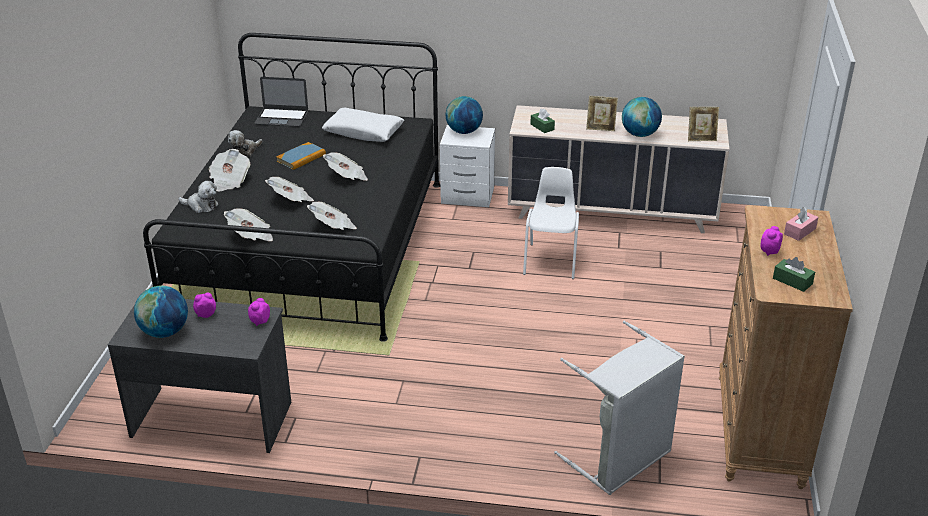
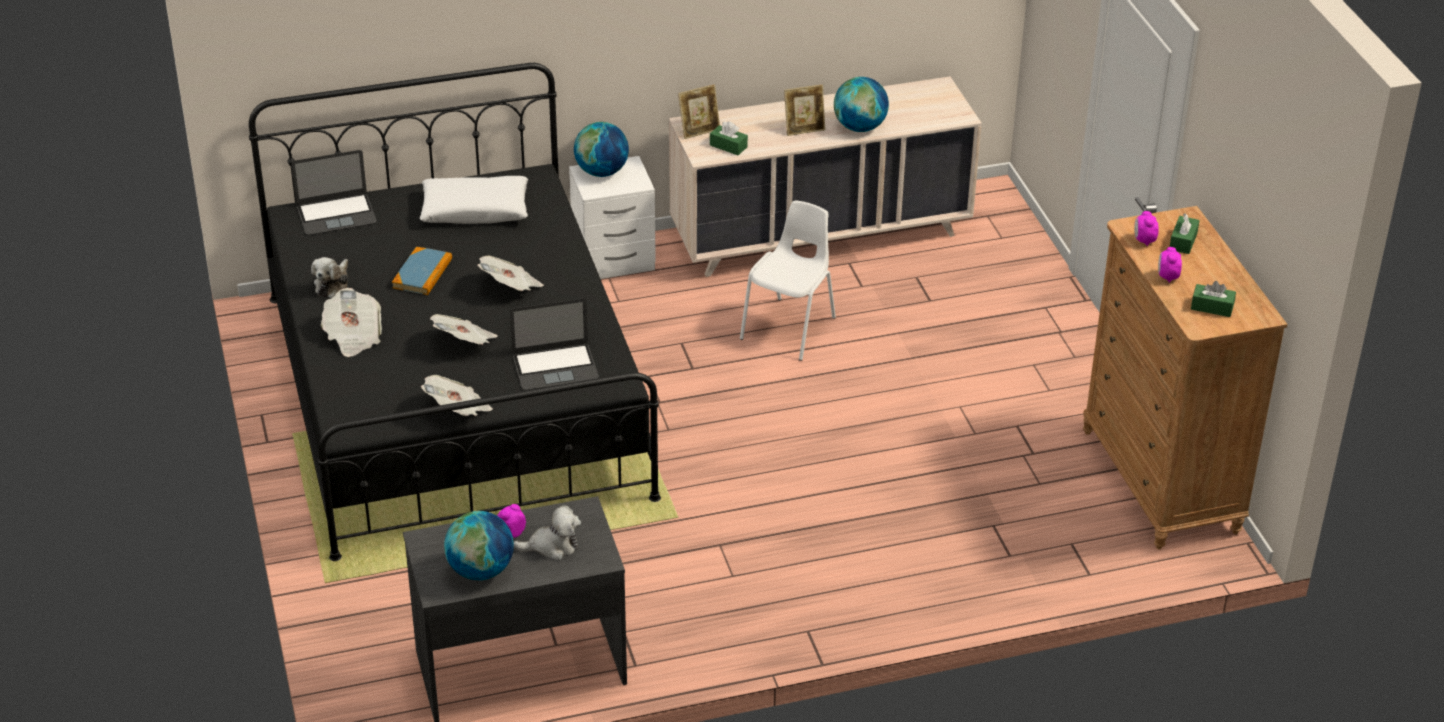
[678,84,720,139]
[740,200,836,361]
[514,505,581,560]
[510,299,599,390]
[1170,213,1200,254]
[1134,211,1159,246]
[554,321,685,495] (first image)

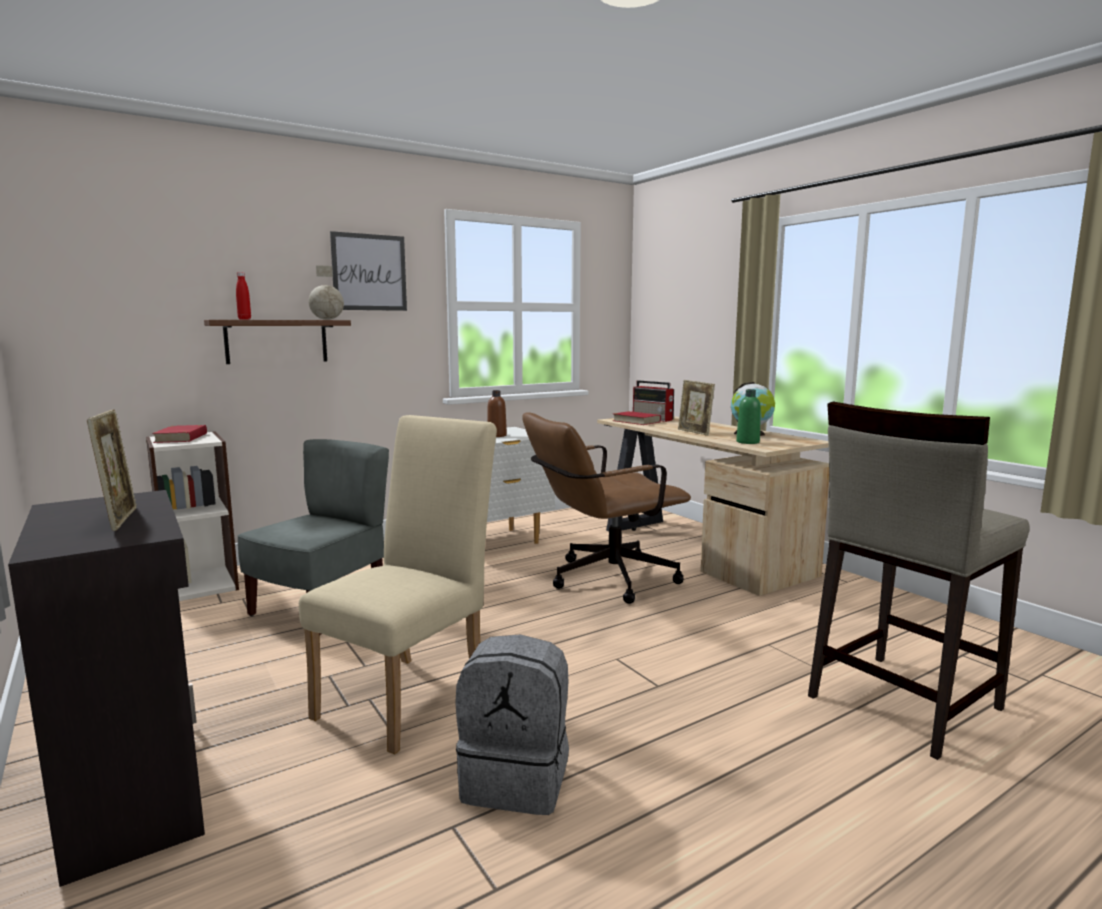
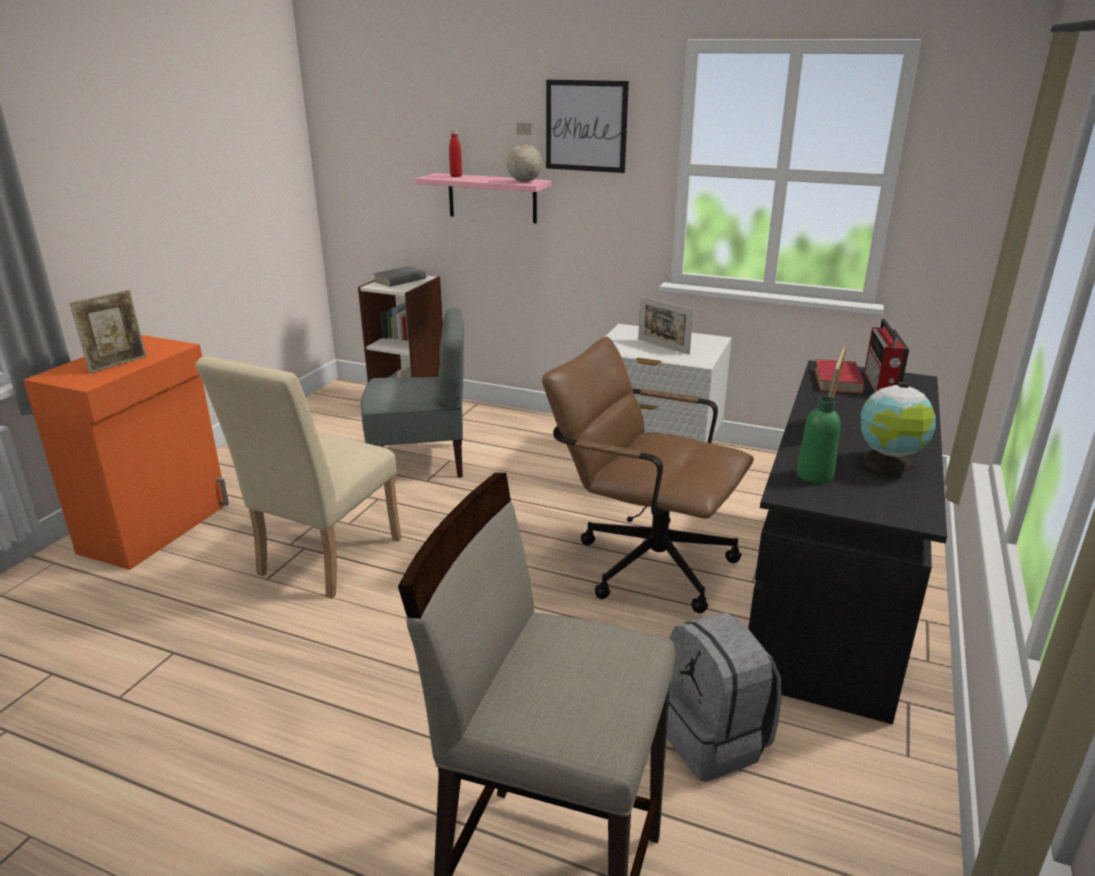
[416,173,552,223]
[638,296,693,354]
[196,356,401,599]
[748,360,947,724]
[373,266,428,287]
[23,335,229,570]
[666,612,781,782]

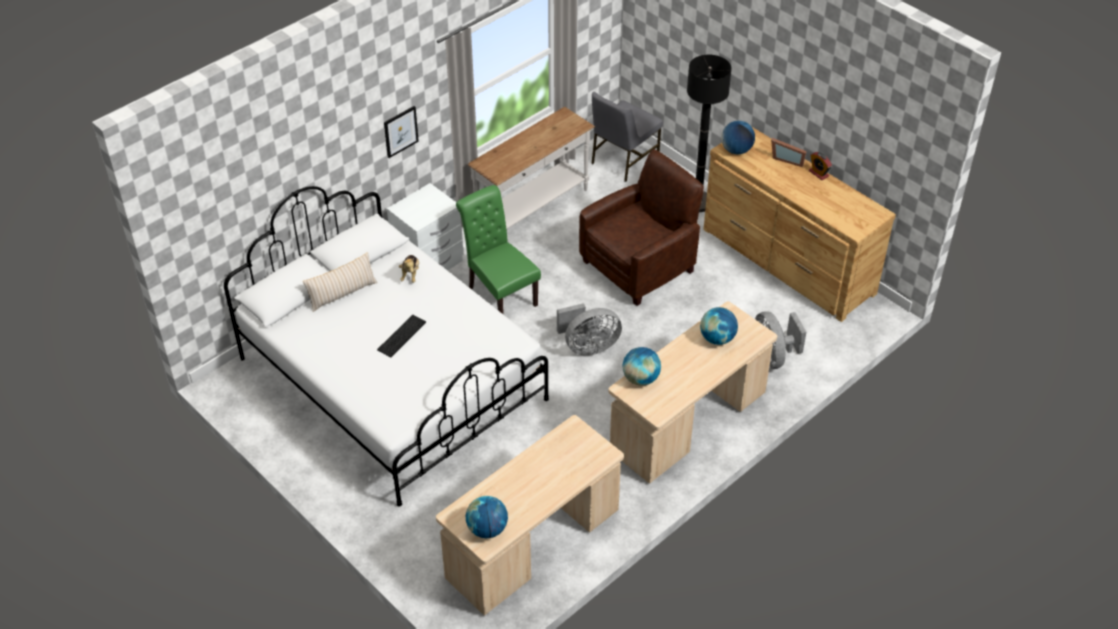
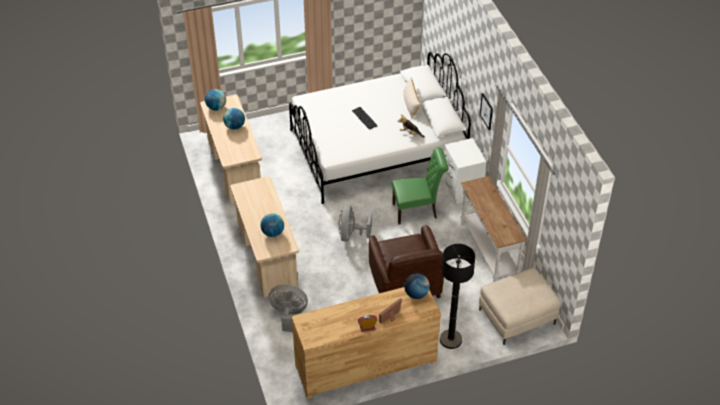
[479,268,561,345]
[223,108,245,130]

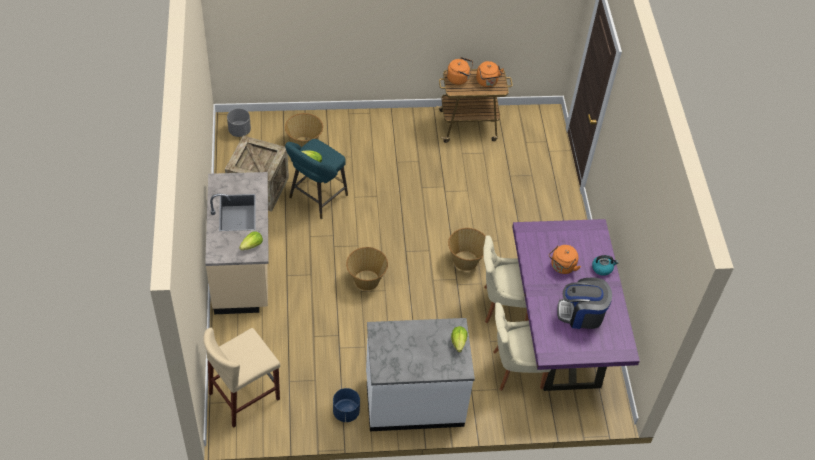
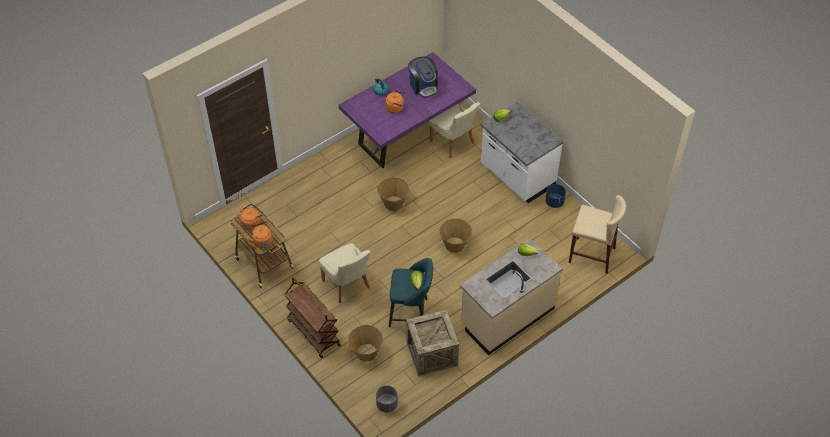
[319,243,371,303]
[284,278,341,358]

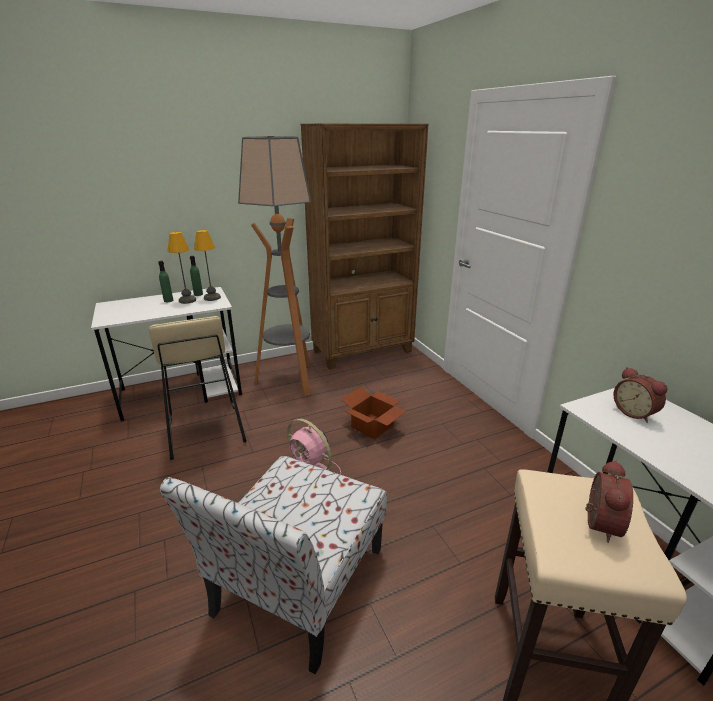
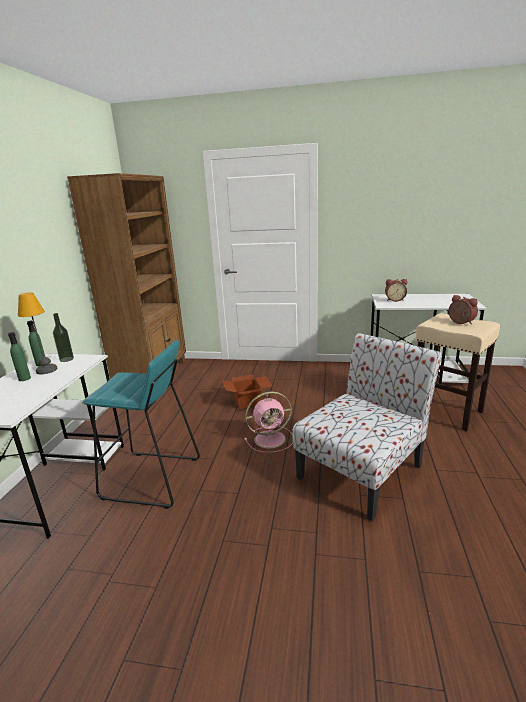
[238,136,311,396] (first image)
[53,313,74,362]
[82,340,200,509]
[292,333,442,521]

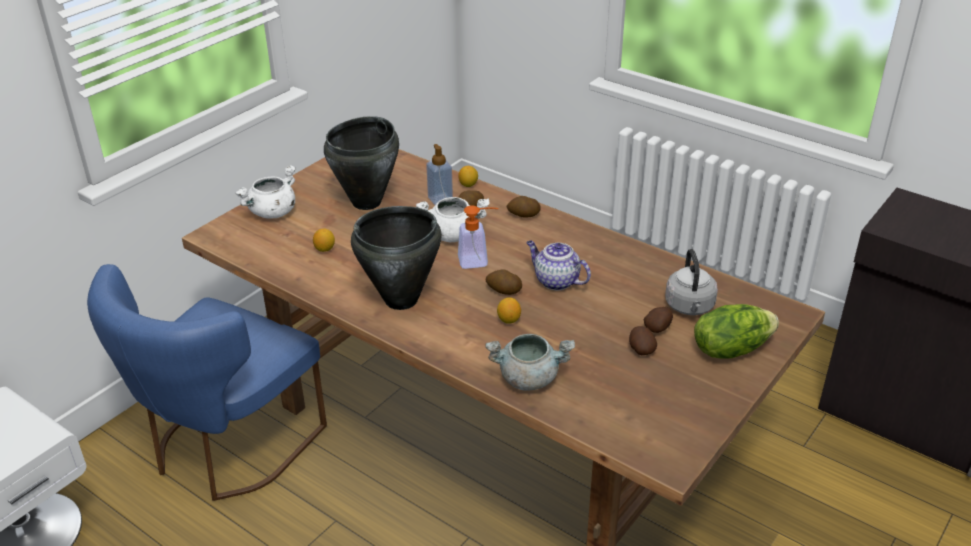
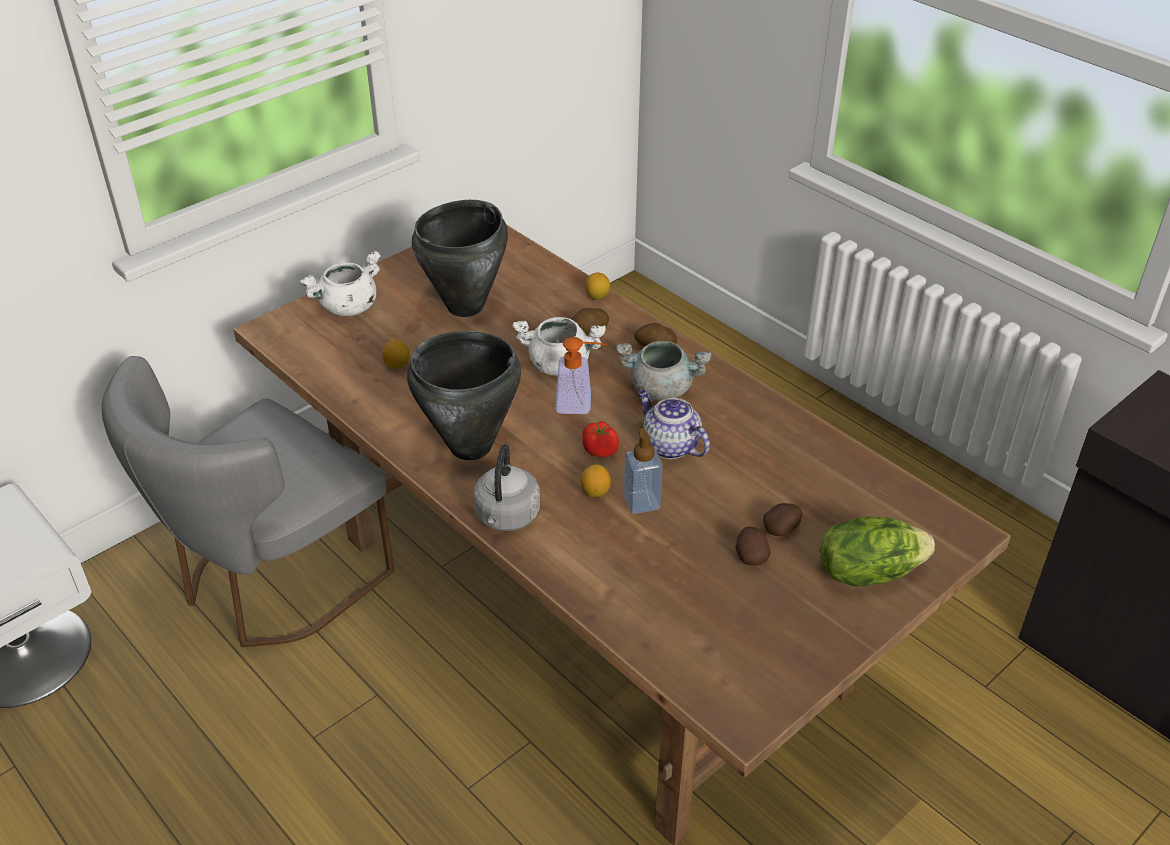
[624,427,663,514]
[474,444,540,531]
[102,356,394,647]
[582,421,619,457]
[616,341,711,401]

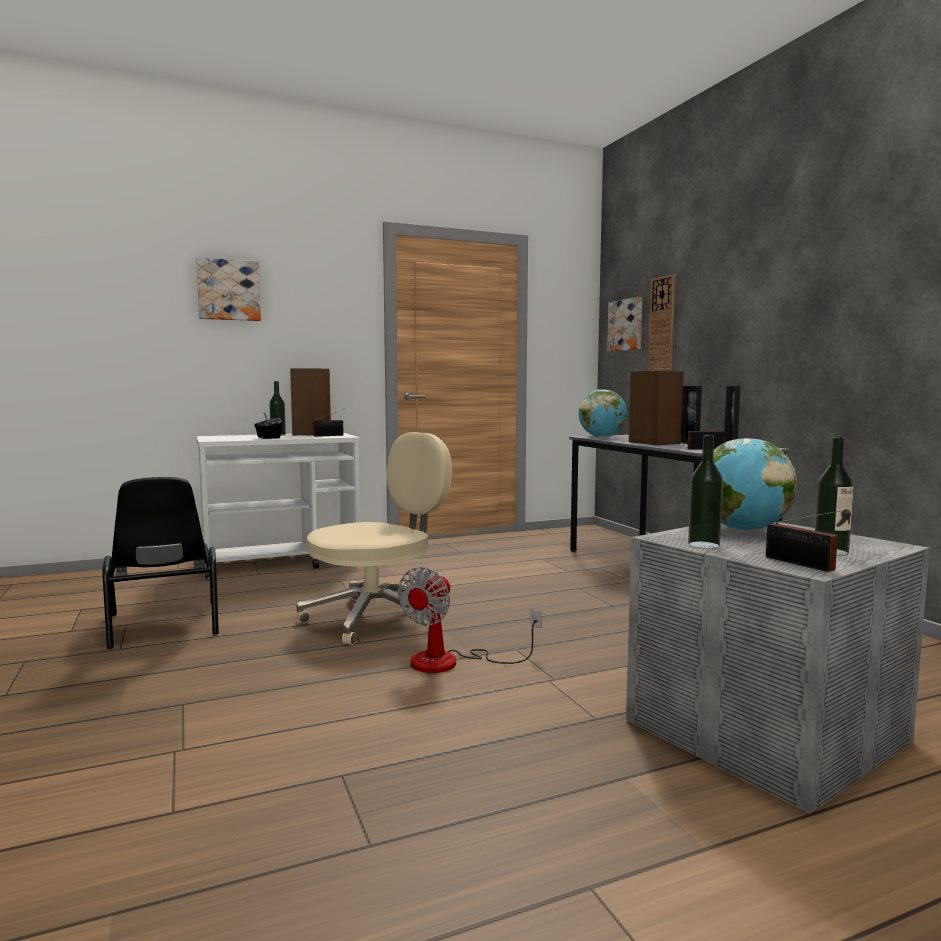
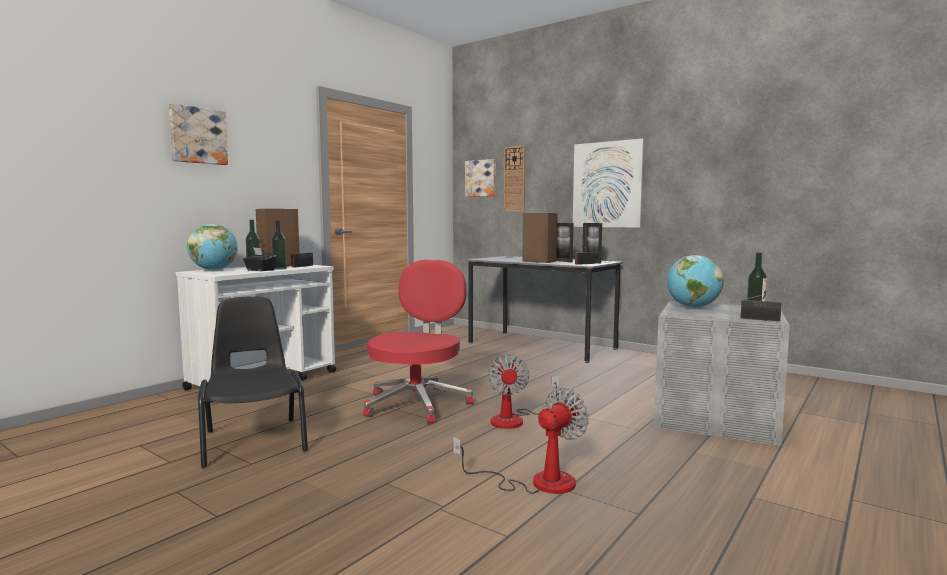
[187,224,238,271]
[363,260,474,424]
[271,220,287,270]
[198,296,308,468]
[573,139,644,228]
[453,387,589,494]

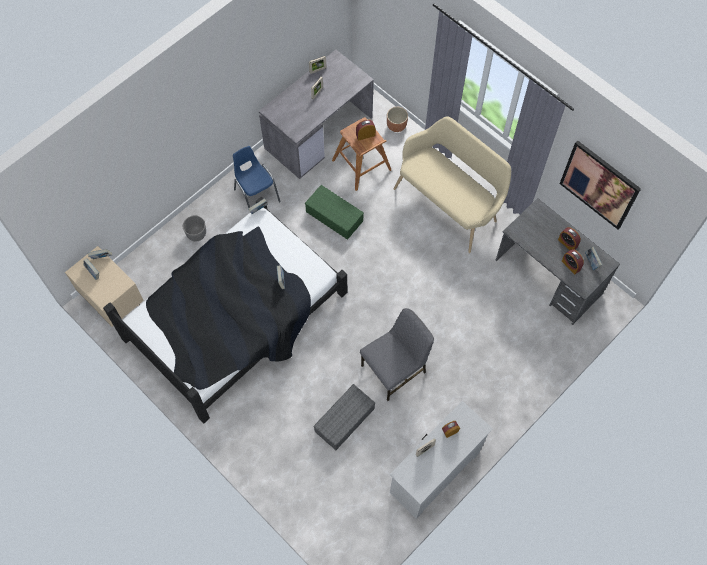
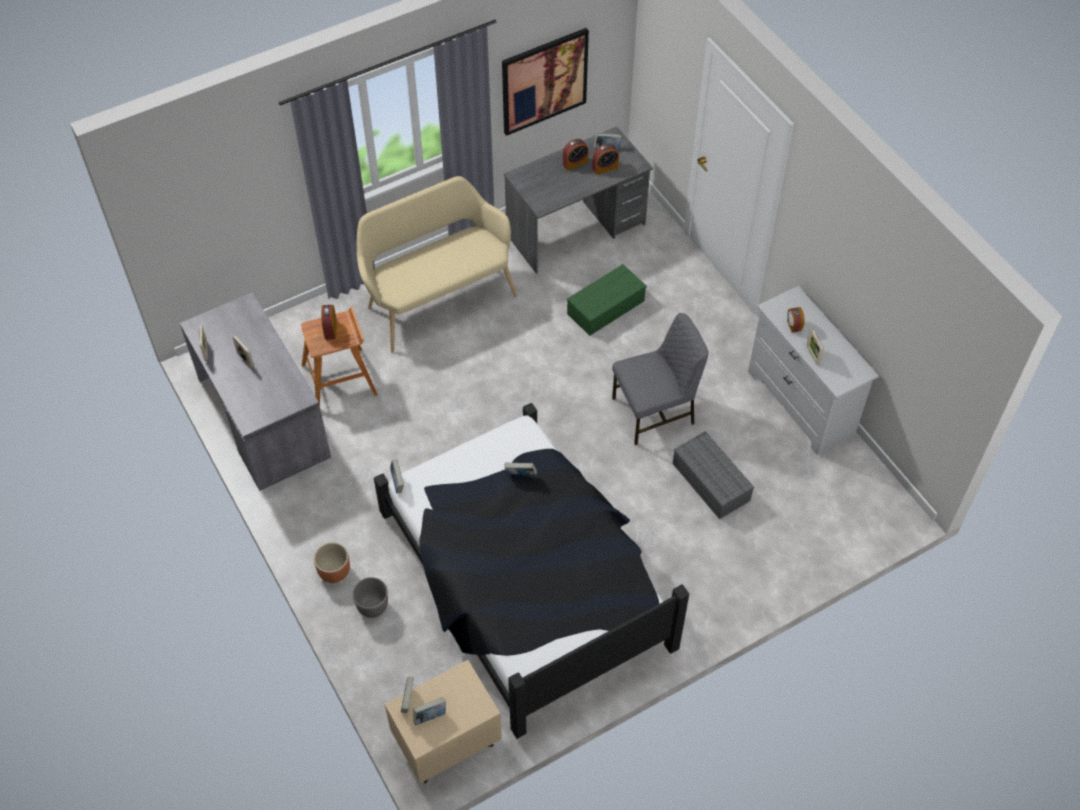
[314,542,350,583]
[233,146,281,208] (first image)
[567,264,647,336]
[612,313,708,445]

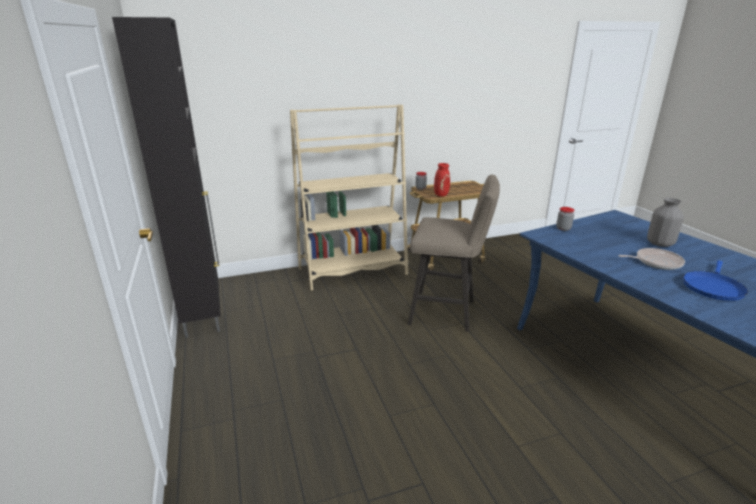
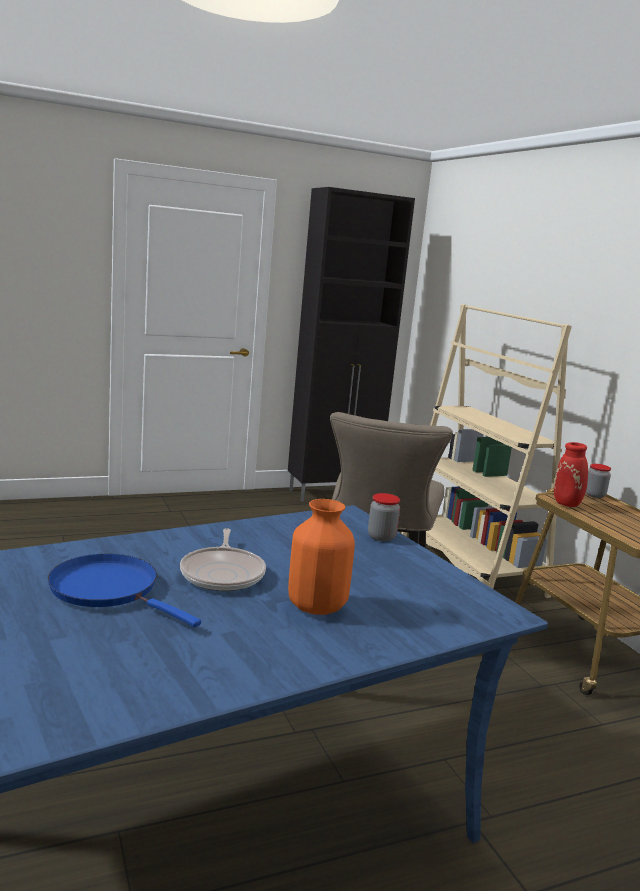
[288,499,355,615]

